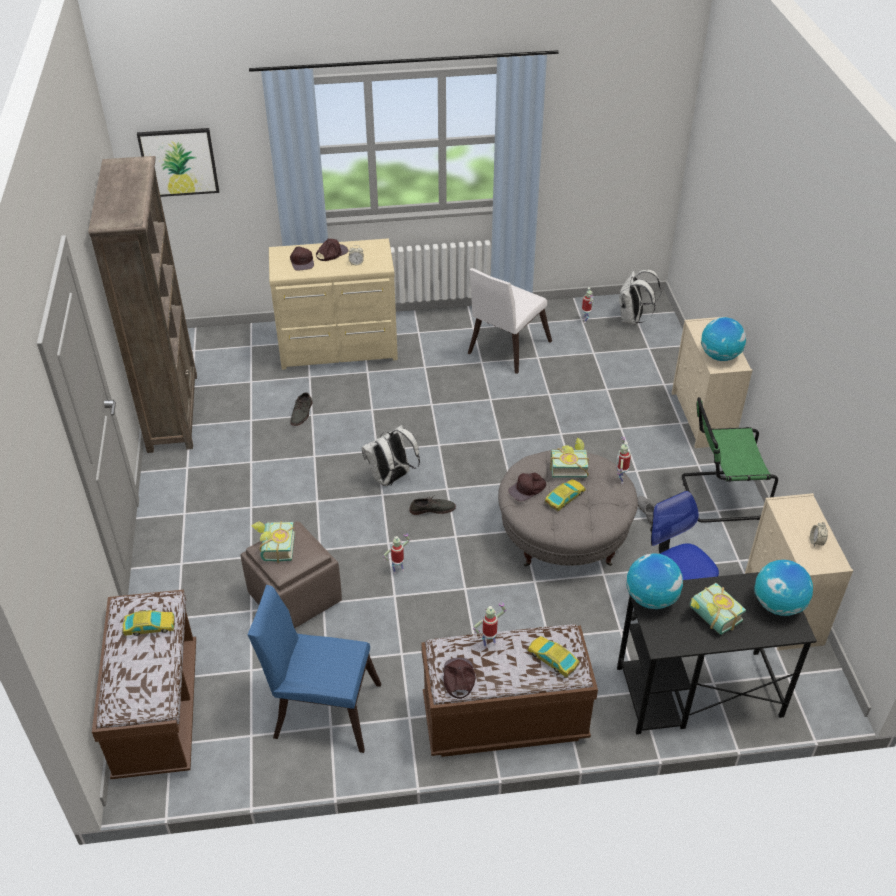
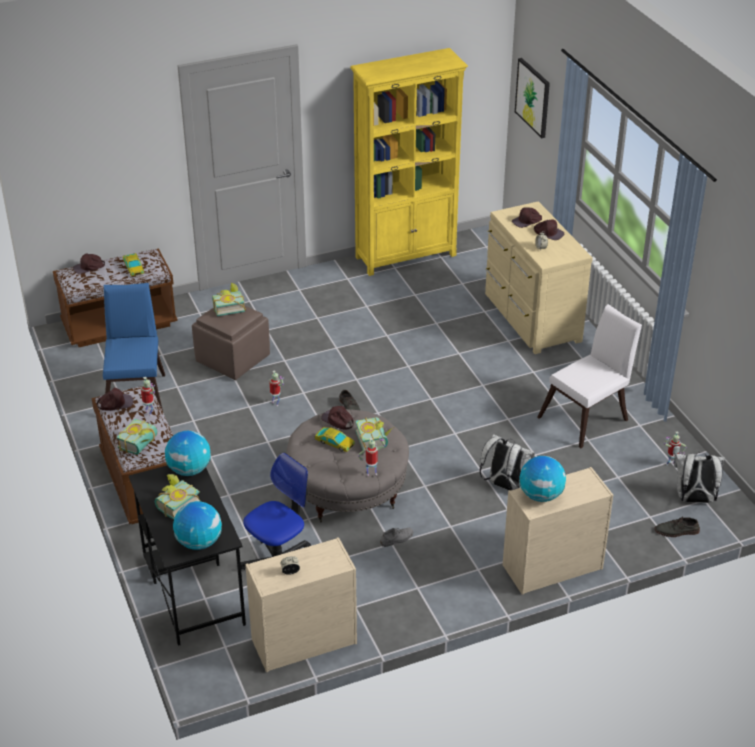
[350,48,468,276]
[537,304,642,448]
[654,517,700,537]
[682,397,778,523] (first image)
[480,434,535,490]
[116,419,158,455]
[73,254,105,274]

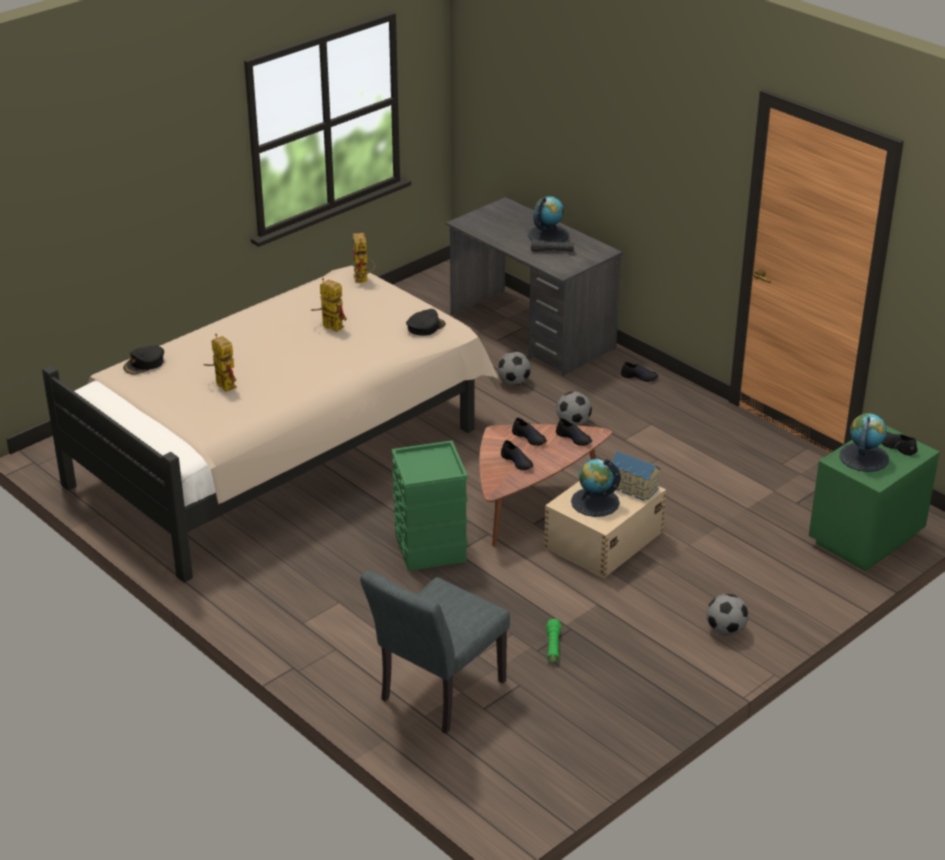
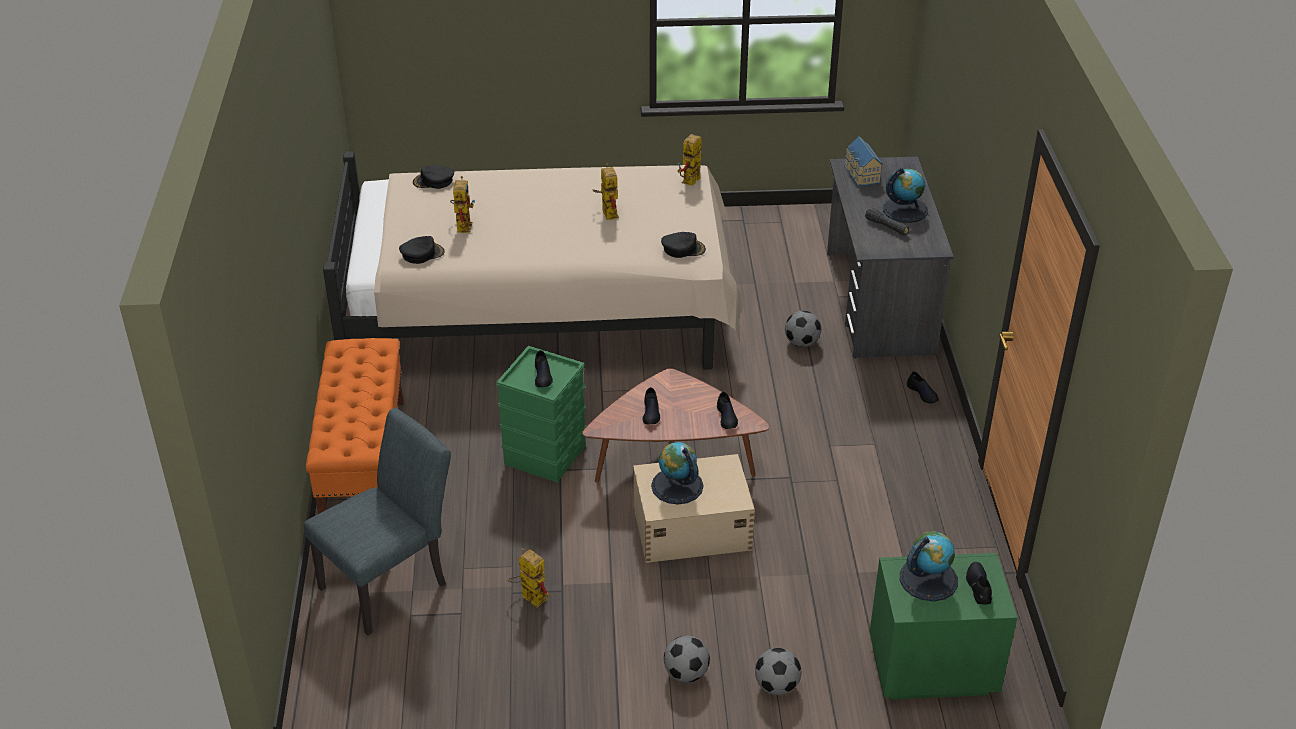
[755,648,801,695]
[535,350,553,387]
[844,136,883,186]
[304,408,451,635]
[508,548,550,607]
[399,236,445,264]
[306,338,403,514]

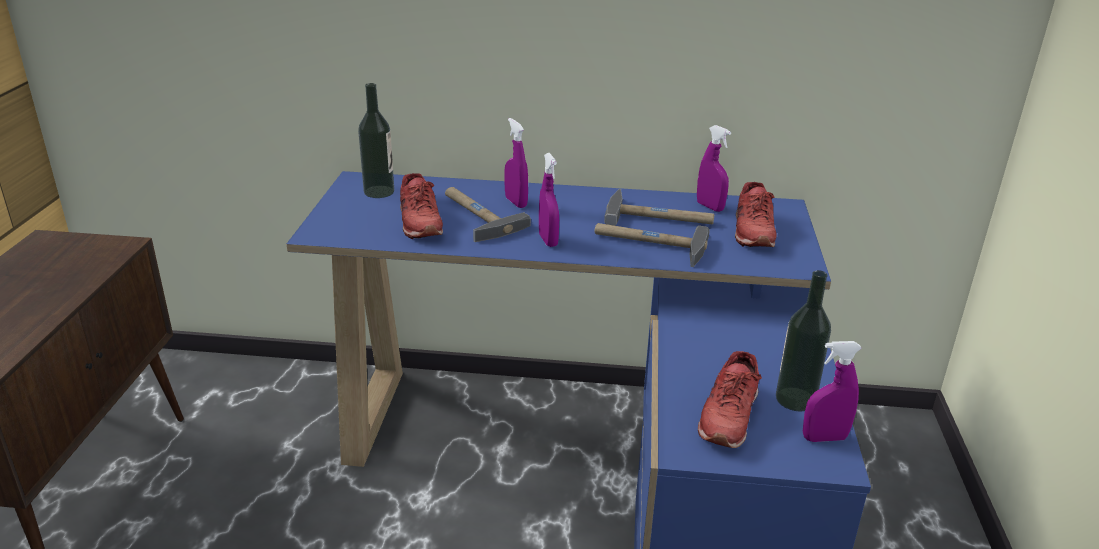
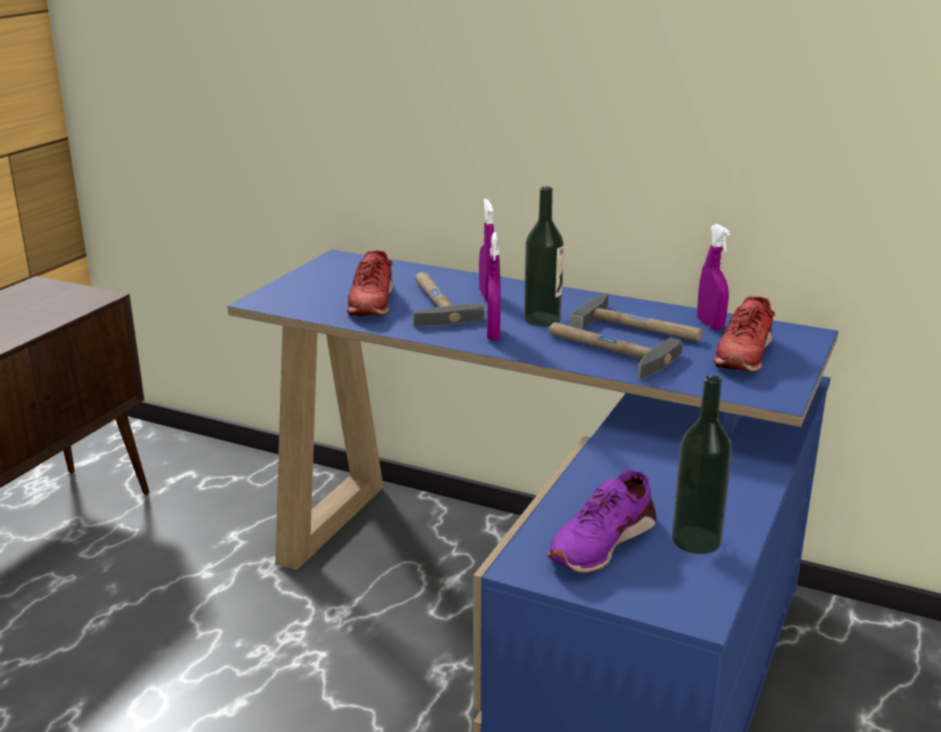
[524,187,564,327]
[803,341,862,442] (first image)
[547,470,657,573]

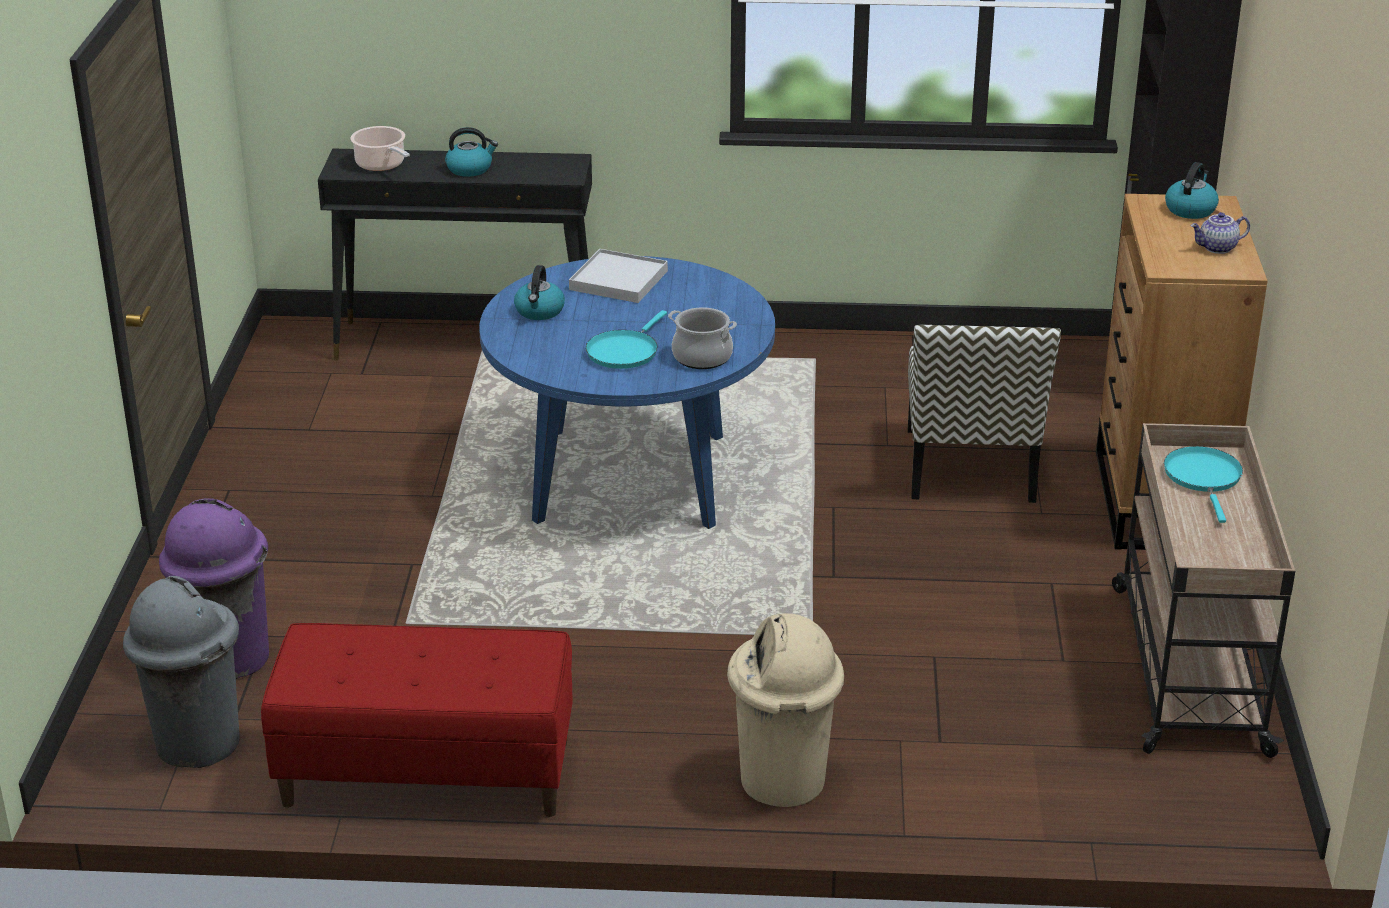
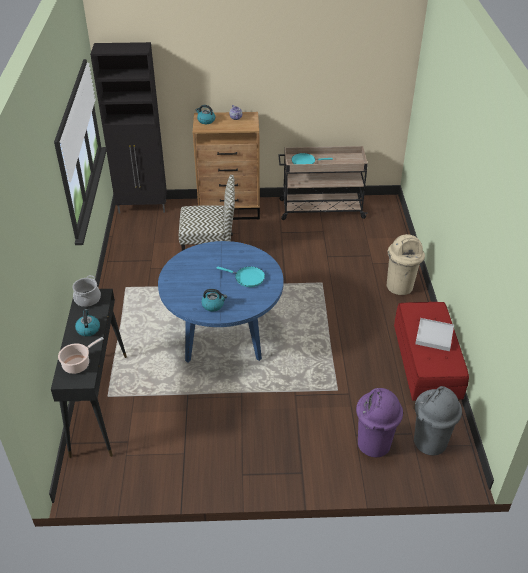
[415,318,454,351]
[73,275,101,307]

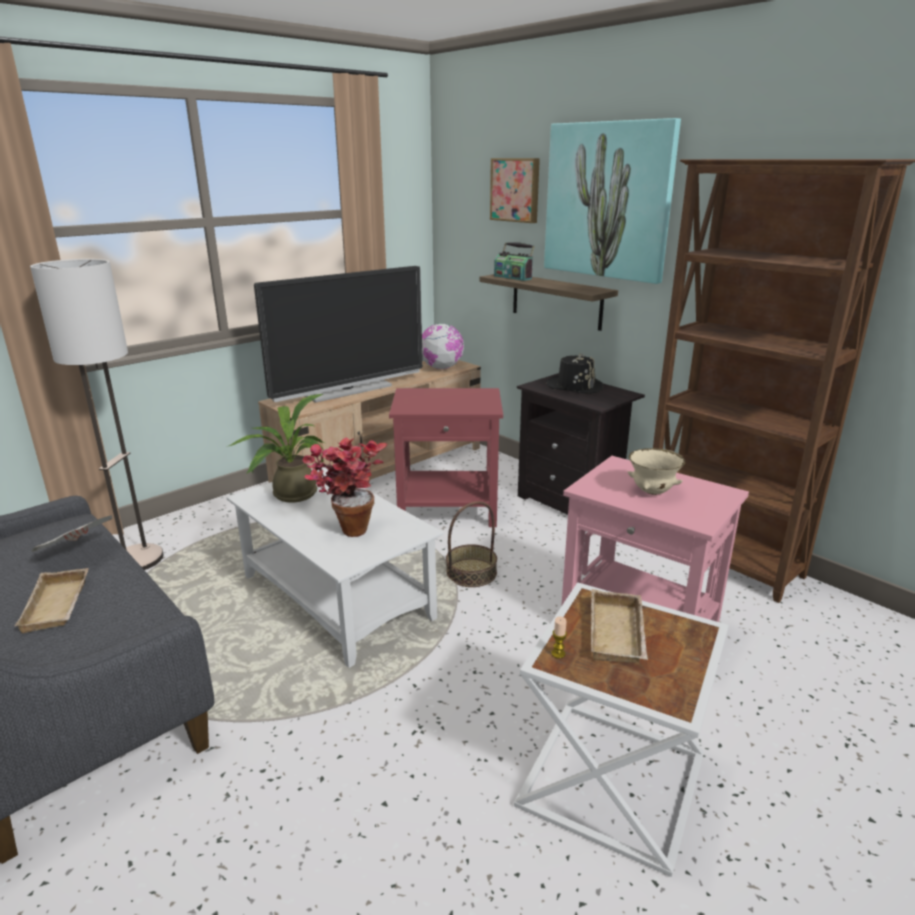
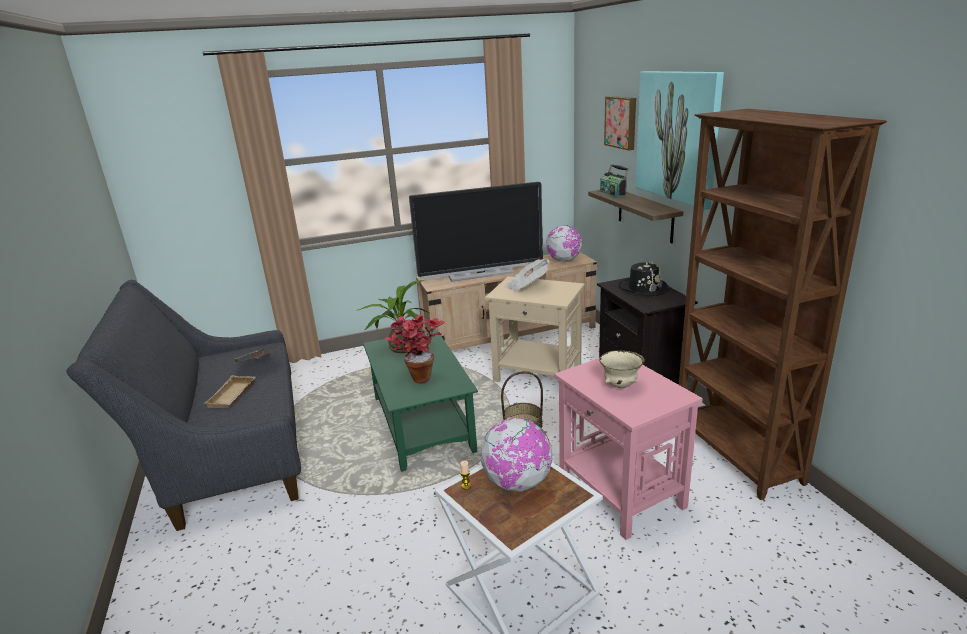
[30,259,164,570] (first image)
[485,276,585,382]
[363,329,478,472]
[481,418,553,492]
[505,259,550,291]

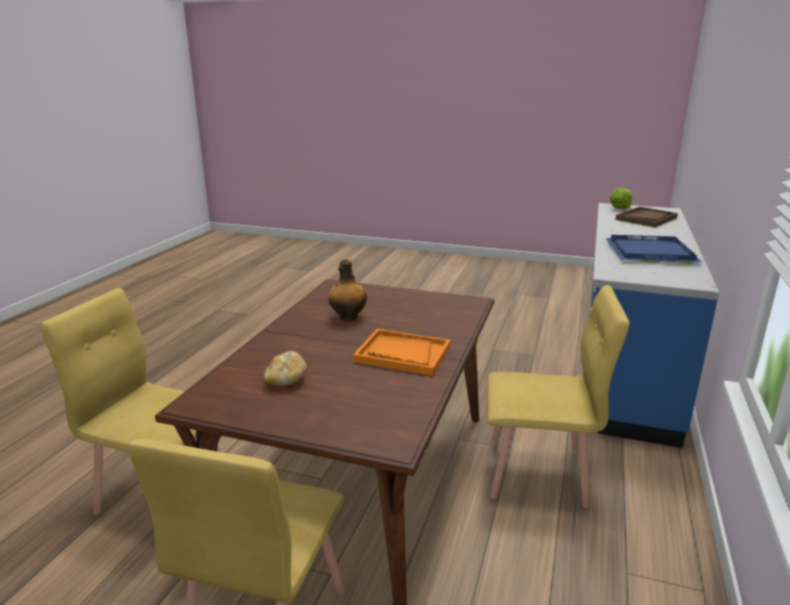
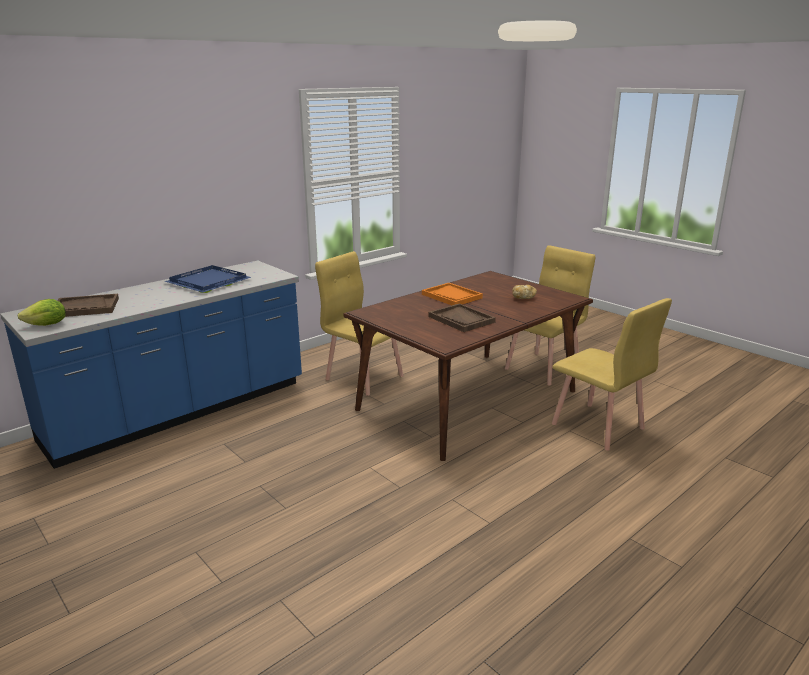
[428,303,496,332]

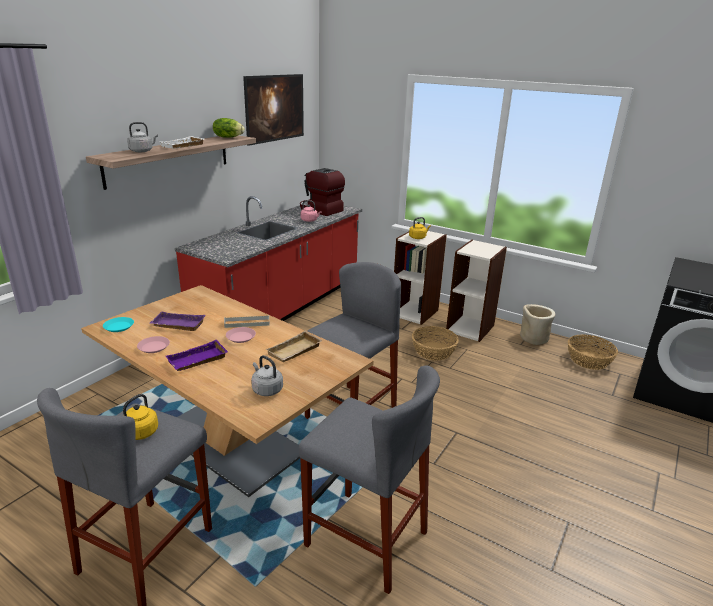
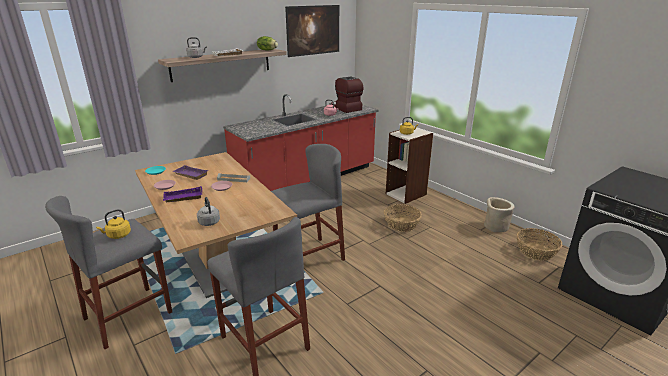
[446,240,507,342] (first image)
[266,331,323,362] (first image)

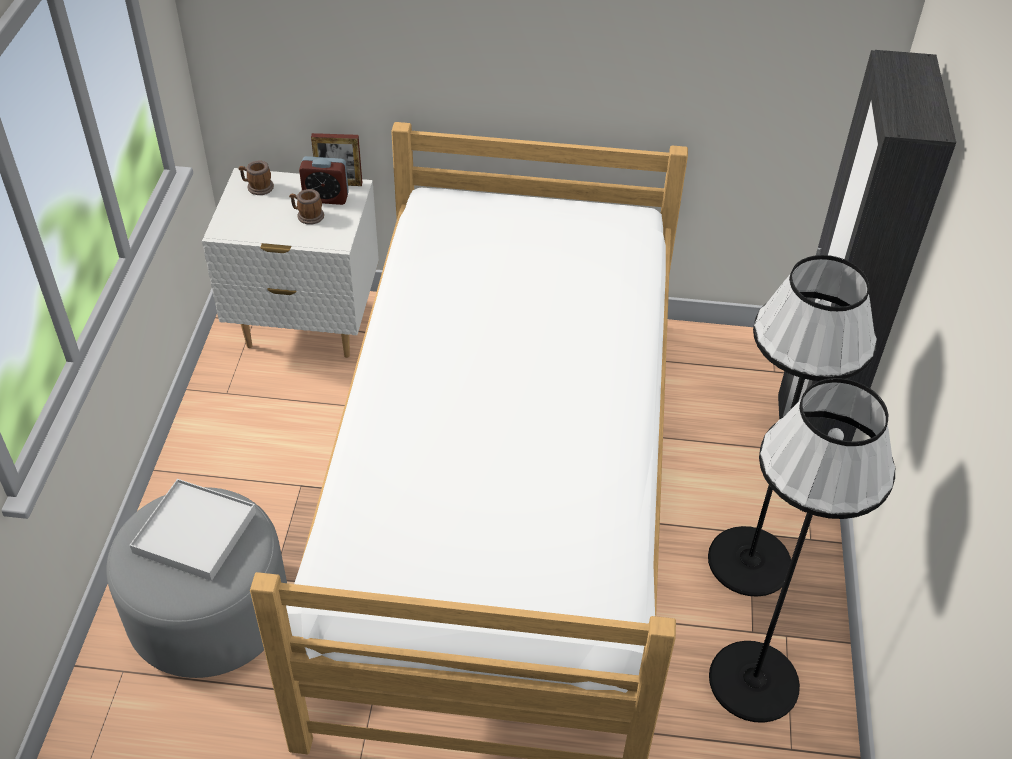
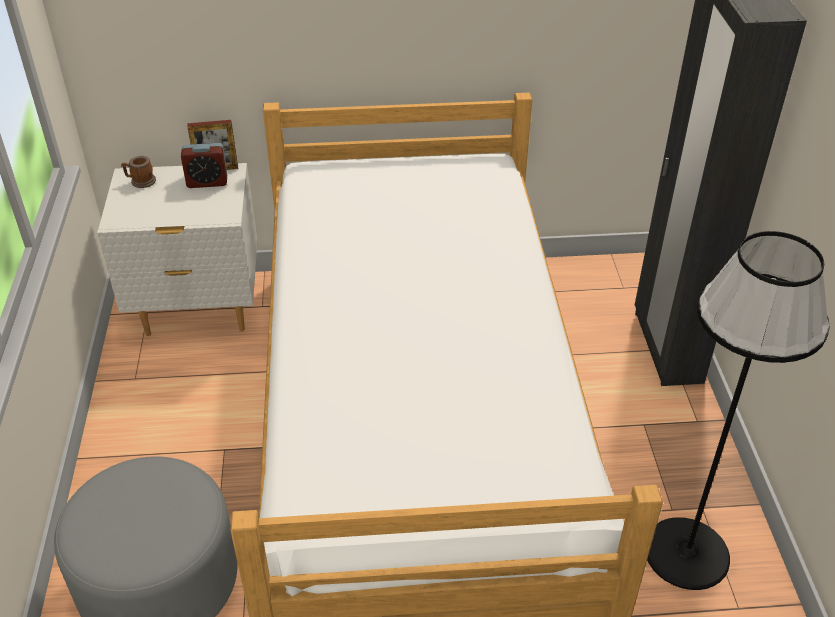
[289,189,324,225] (first image)
[708,255,877,597] (first image)
[130,479,256,581] (first image)

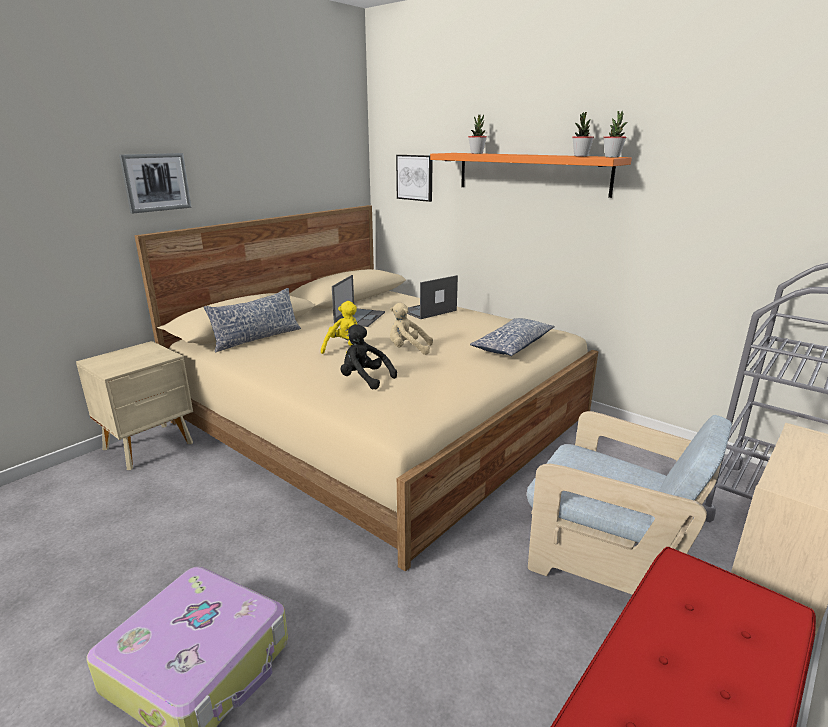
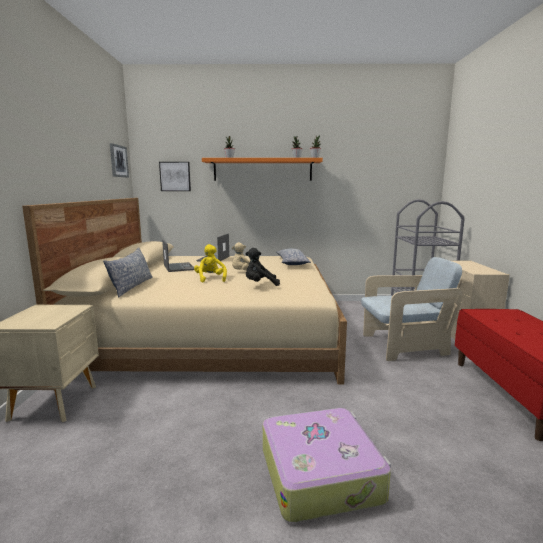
[110,143,129,177]

